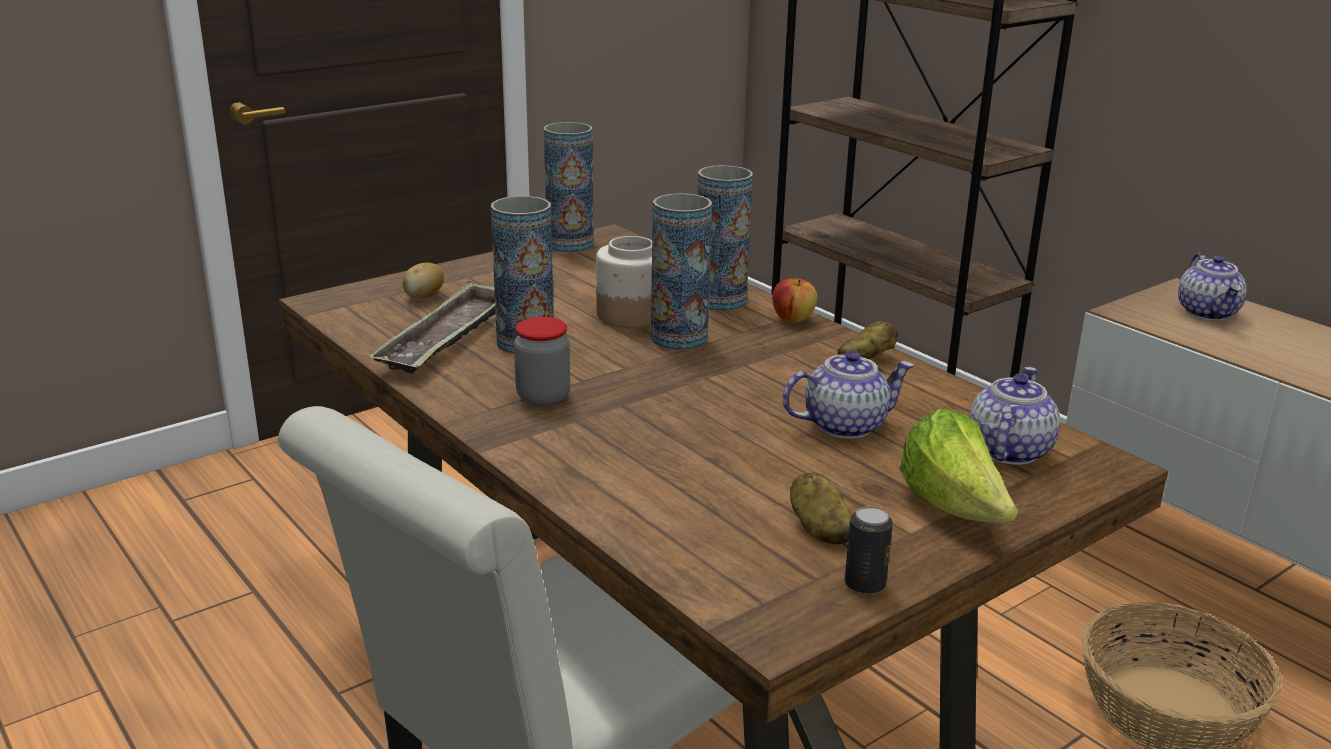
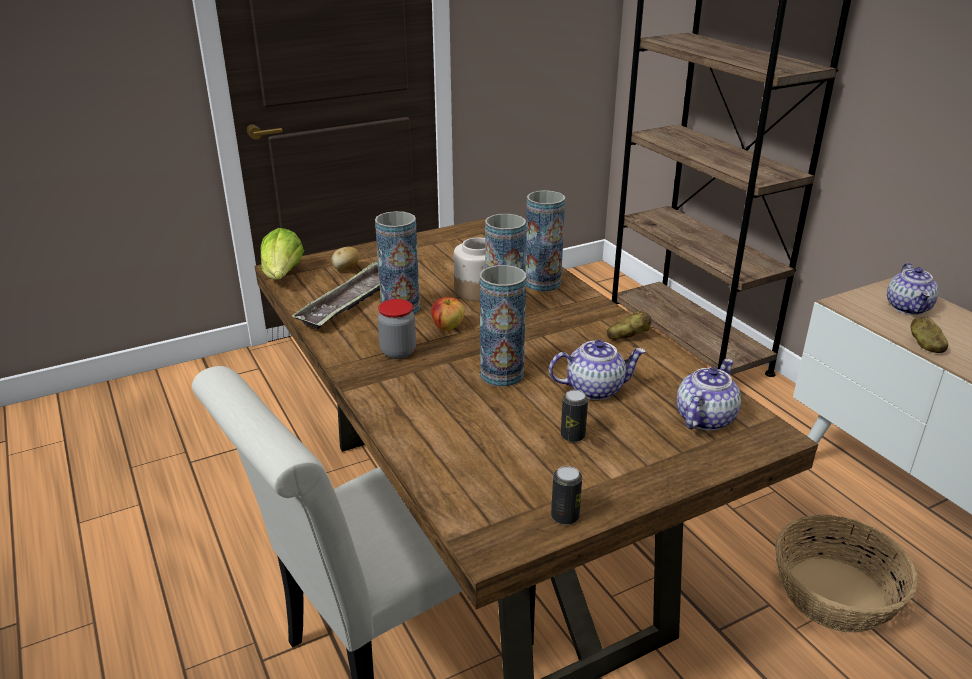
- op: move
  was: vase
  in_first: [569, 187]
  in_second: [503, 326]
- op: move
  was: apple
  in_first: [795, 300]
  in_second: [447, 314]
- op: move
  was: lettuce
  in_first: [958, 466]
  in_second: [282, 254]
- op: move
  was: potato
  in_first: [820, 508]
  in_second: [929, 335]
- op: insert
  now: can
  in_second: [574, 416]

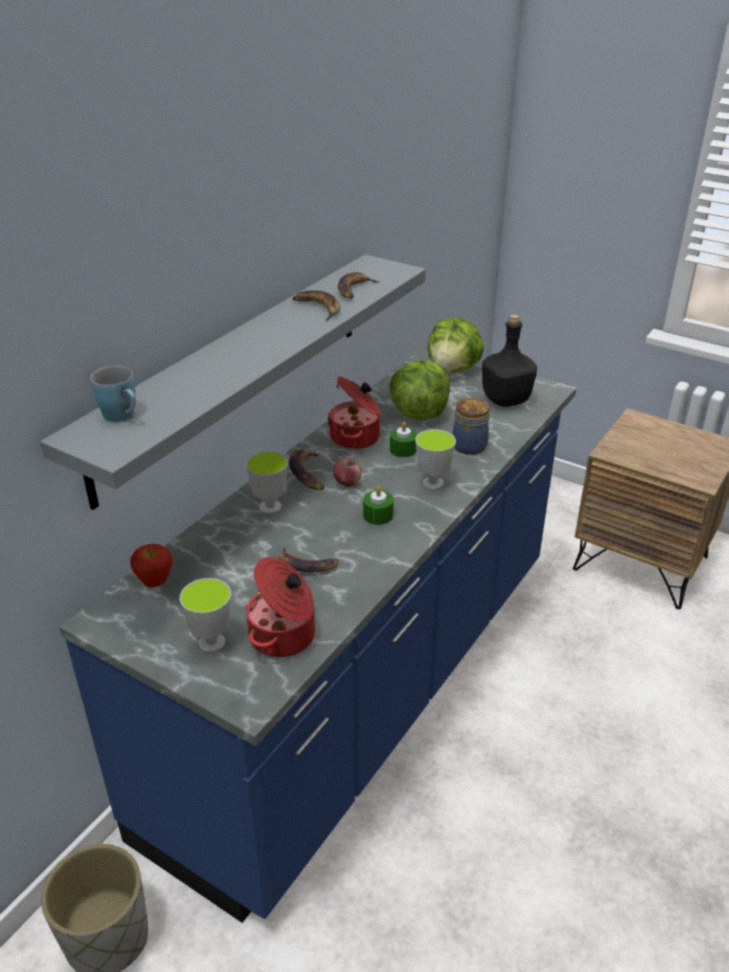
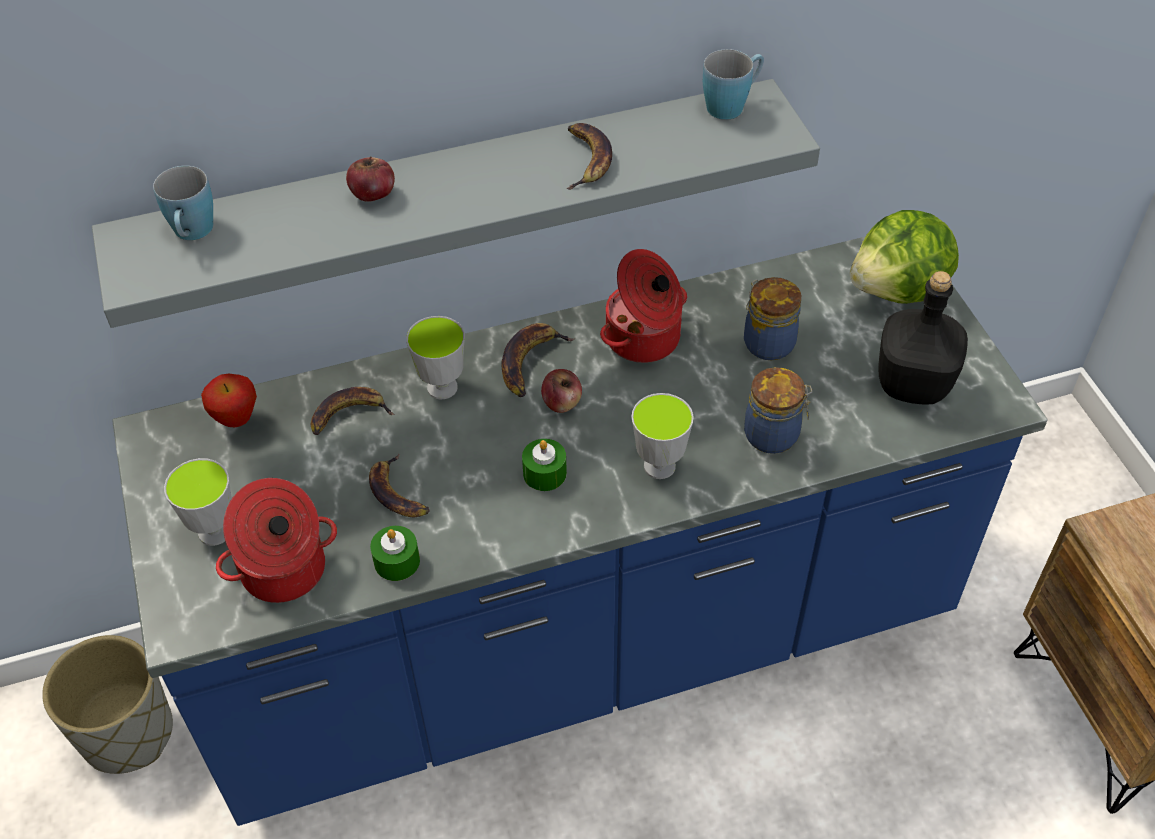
- op: move
  was: banana
  in_first: [358, 285]
  in_second: [352, 411]
- op: replace
  was: lettuce
  now: jar
  in_first: [419, 390]
  in_second: [772, 318]
- op: move
  was: green_candle
  in_first: [403, 439]
  in_second: [395, 553]
- op: insert
  now: blue_mug
  in_second: [733, 84]
- op: insert
  now: apple
  in_second: [370, 179]

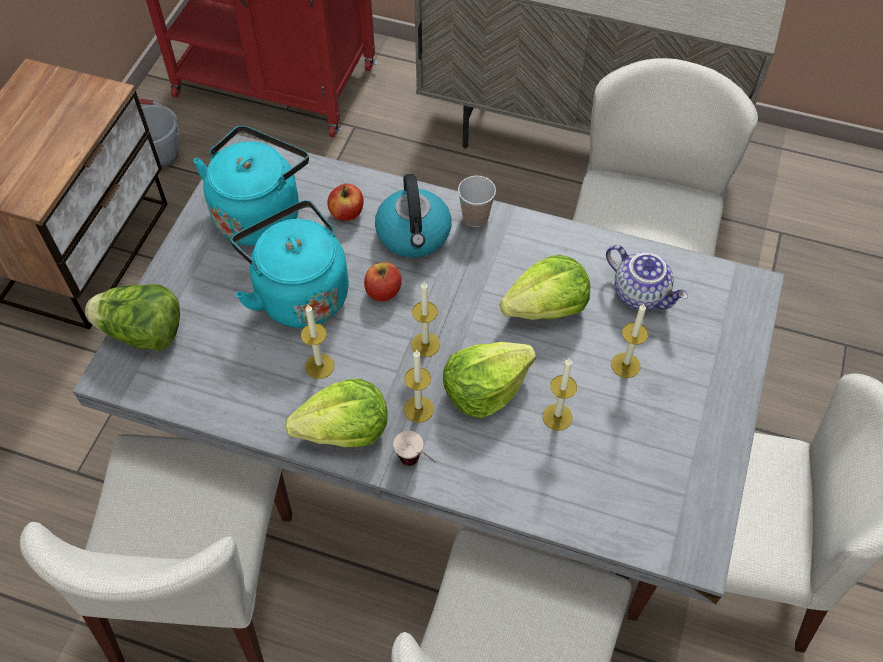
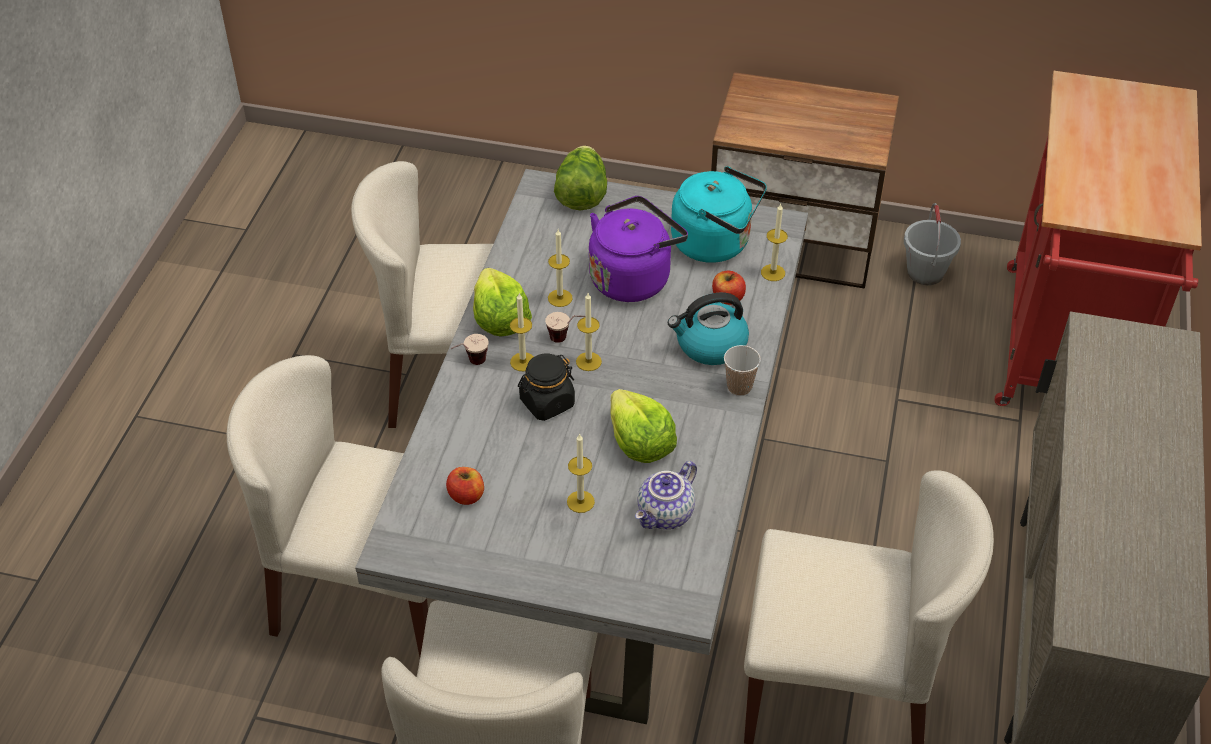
- op: recolor
  was: turquoise_kettle
  now: purple_kettle
  in_first: [290, 264]
  in_second: [638, 249]
- op: move
  was: apple
  in_first: [383, 282]
  in_second: [465, 486]
- op: replace
  was: lettuce
  now: black_jar
  in_first: [489, 380]
  in_second: [546, 387]
- op: move
  was: candle
  in_first: [559, 394]
  in_second: [774, 242]
- op: insert
  now: cup
  in_second: [565, 327]

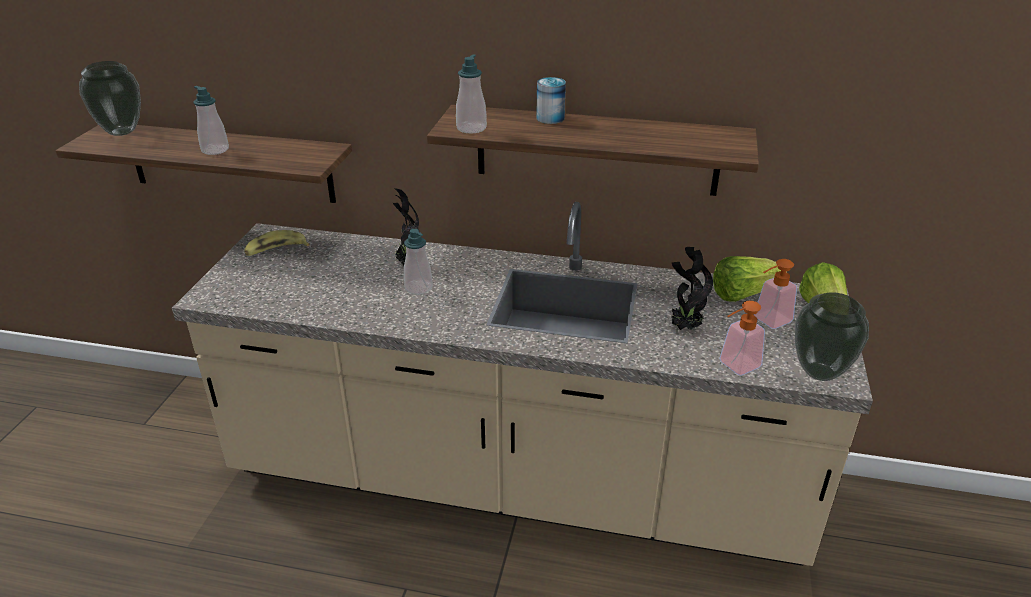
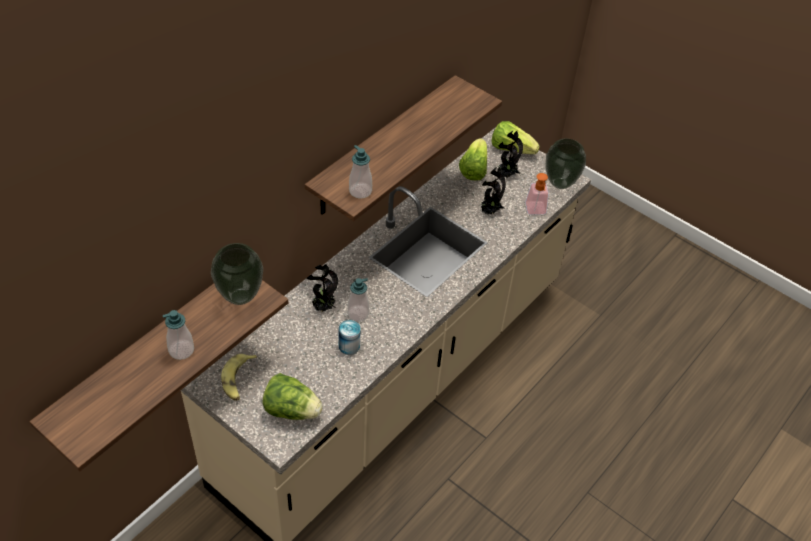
- op: move
  was: vase
  in_first: [110, 98]
  in_second: [237, 274]
- op: move
  was: can
  in_first: [551, 100]
  in_second: [349, 337]
- op: replace
  was: soap_dispenser
  now: potted_plant
  in_first: [775, 294]
  in_second: [510, 153]
- op: insert
  now: lettuce
  in_second: [292, 396]

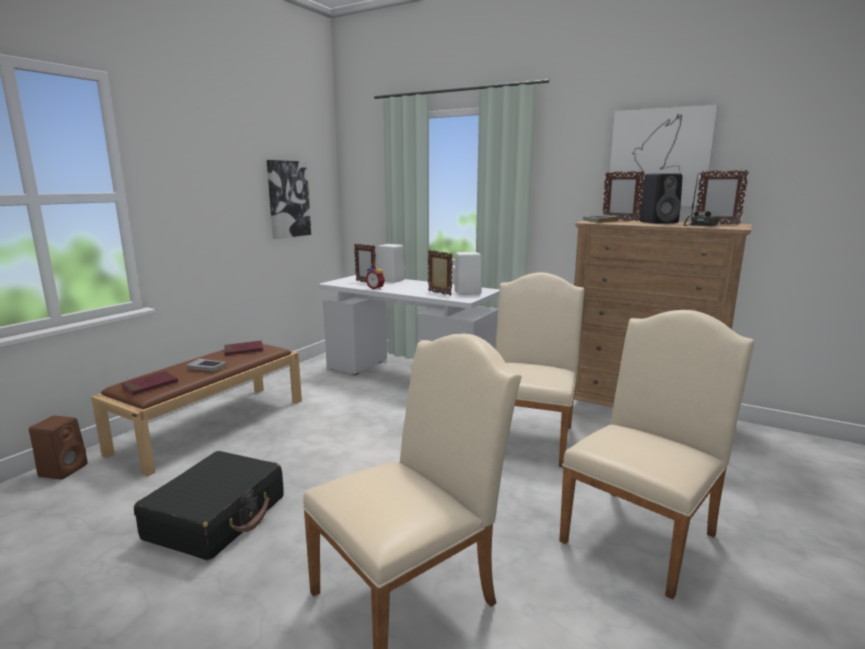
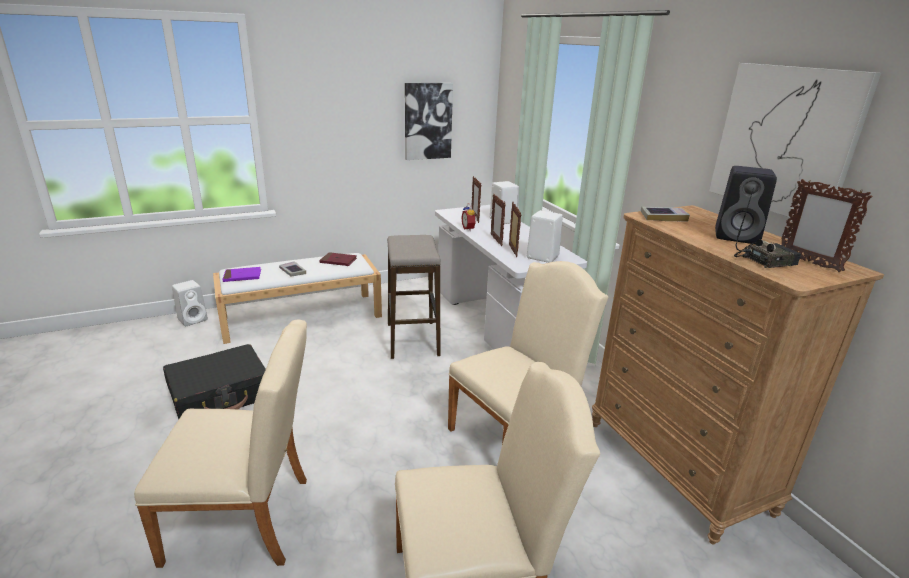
- op: move
  was: picture_frame
  in_first: [624, 196]
  in_second: [498, 220]
- op: recolor
  was: brown_bench
  now: white_bench
  in_first: [196, 410]
  in_second: [297, 298]
- op: recolor
  was: red_book
  now: purple_book
  in_first: [149, 383]
  in_second: [241, 274]
- op: recolor
  was: brown_speaker
  now: white_speaker
  in_first: [58, 448]
  in_second: [190, 303]
- op: insert
  now: stool
  in_second: [414, 297]

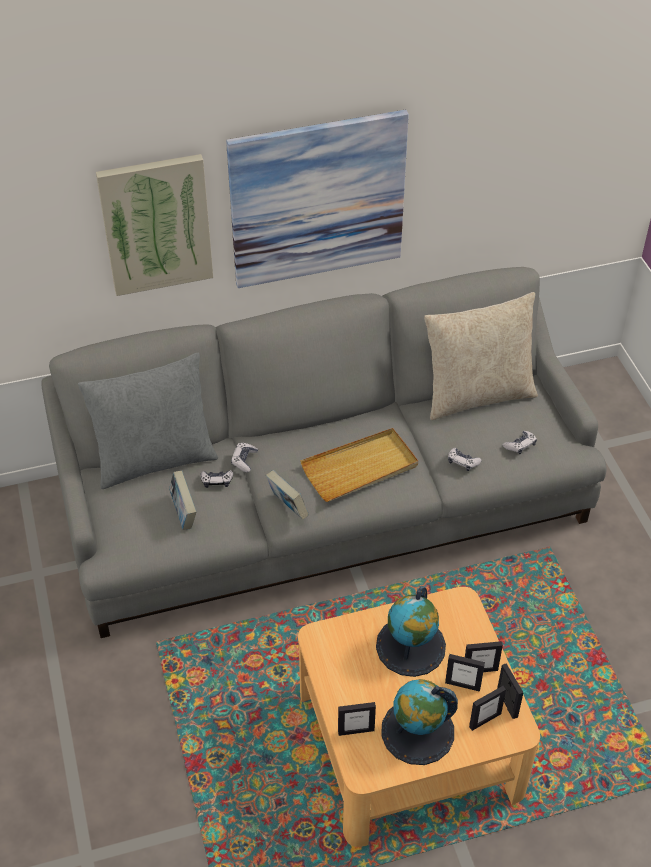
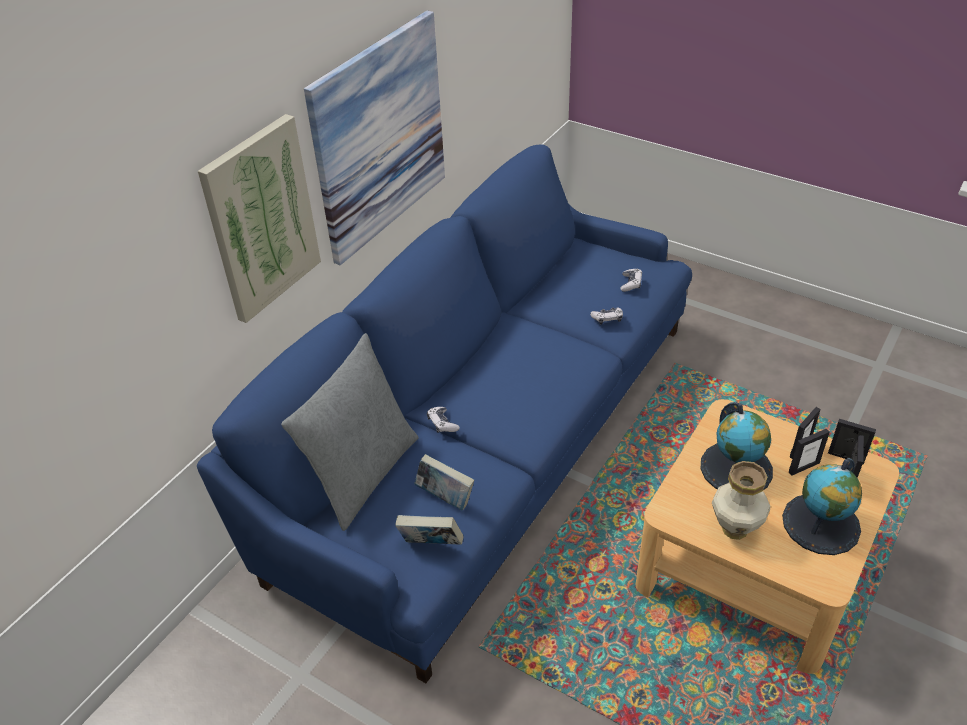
- op: recolor
  was: grey_sofa
  now: blue_sofa
  in_first: [323, 452]
  in_second: [444, 414]
- op: delete
  was: beige_pillow
  in_first: [481, 356]
- op: delete
  was: beige_tray
  in_first: [359, 465]
- op: delete
  was: game_controller
  in_first: [216, 479]
- op: move
  was: book
  in_first: [287, 495]
  in_second: [429, 530]
- op: delete
  was: picture_frame
  in_first: [357, 719]
- op: insert
  now: vase
  in_second: [741, 500]

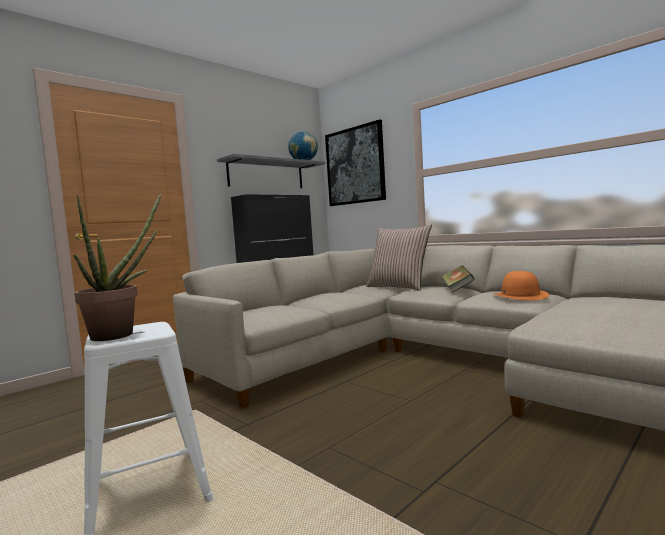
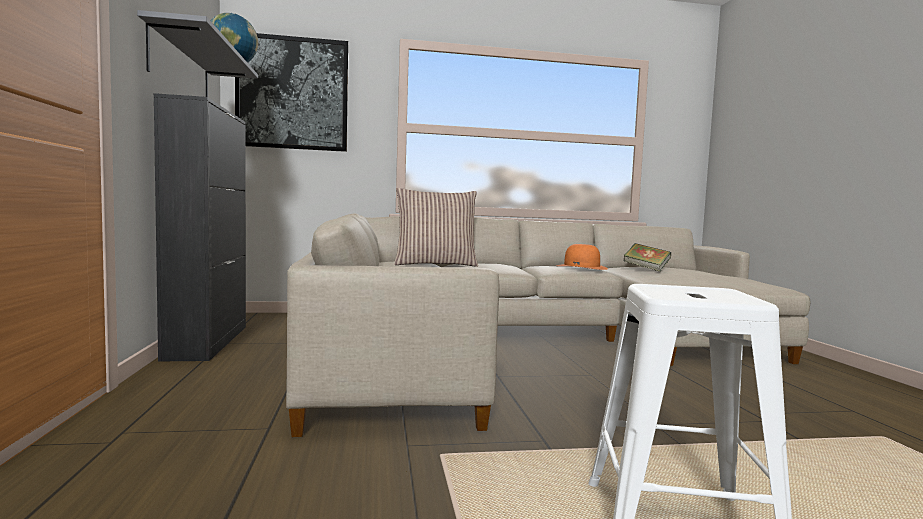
- op: delete
  was: potted_plant
  in_first: [117, 267]
- op: move
  was: book
  in_first: [458, 278]
  in_second: [647, 257]

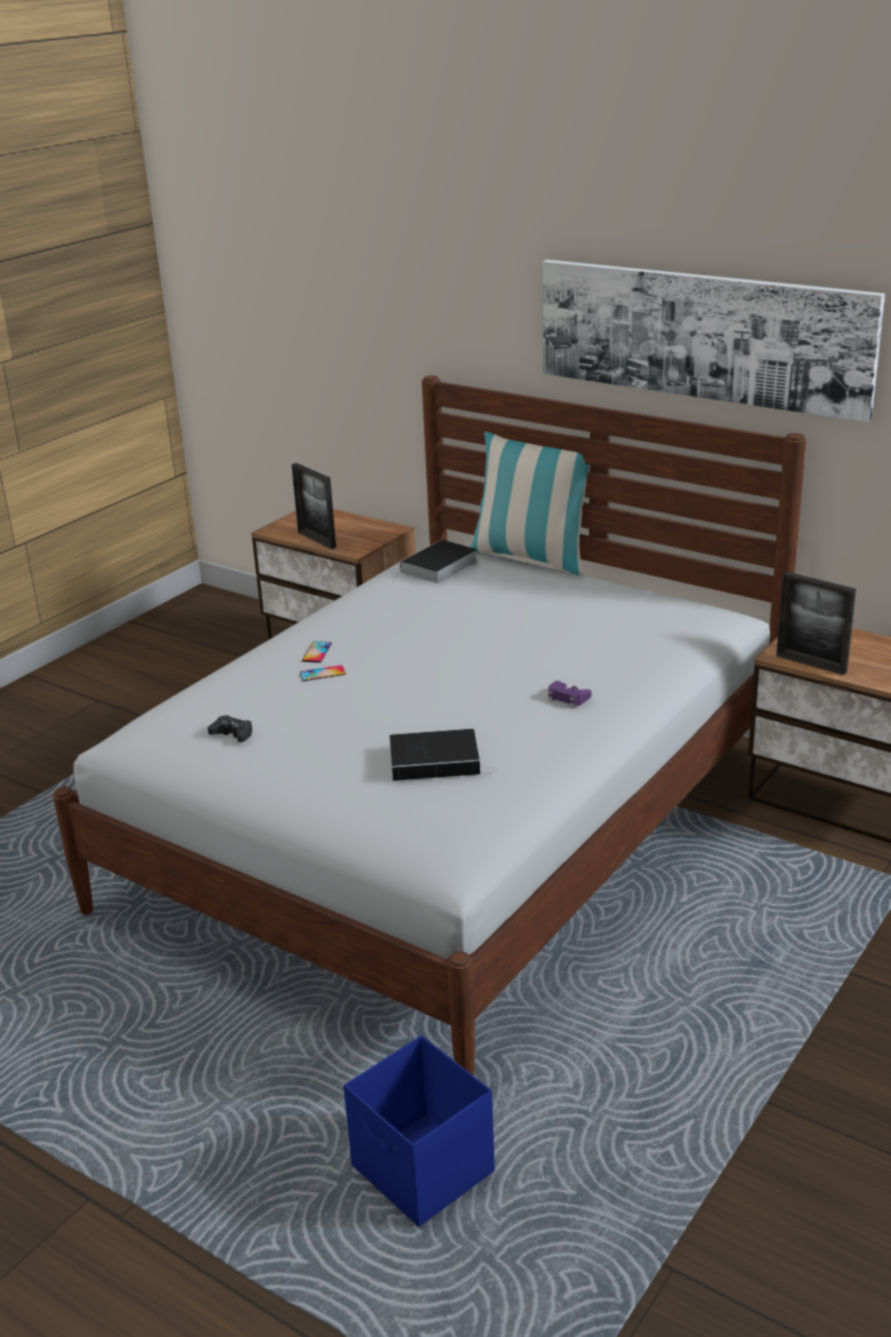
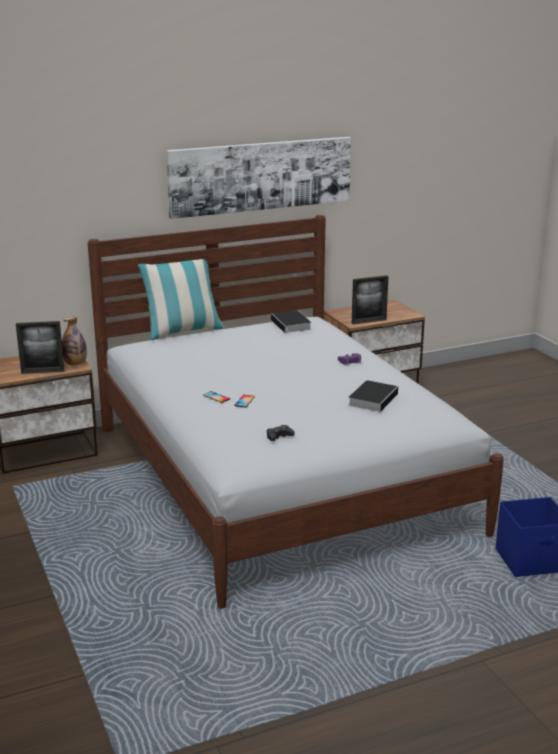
- op: move
  was: book
  in_first: [436, 561]
  in_second: [291, 321]
- op: insert
  now: bottle
  in_second: [74, 341]

